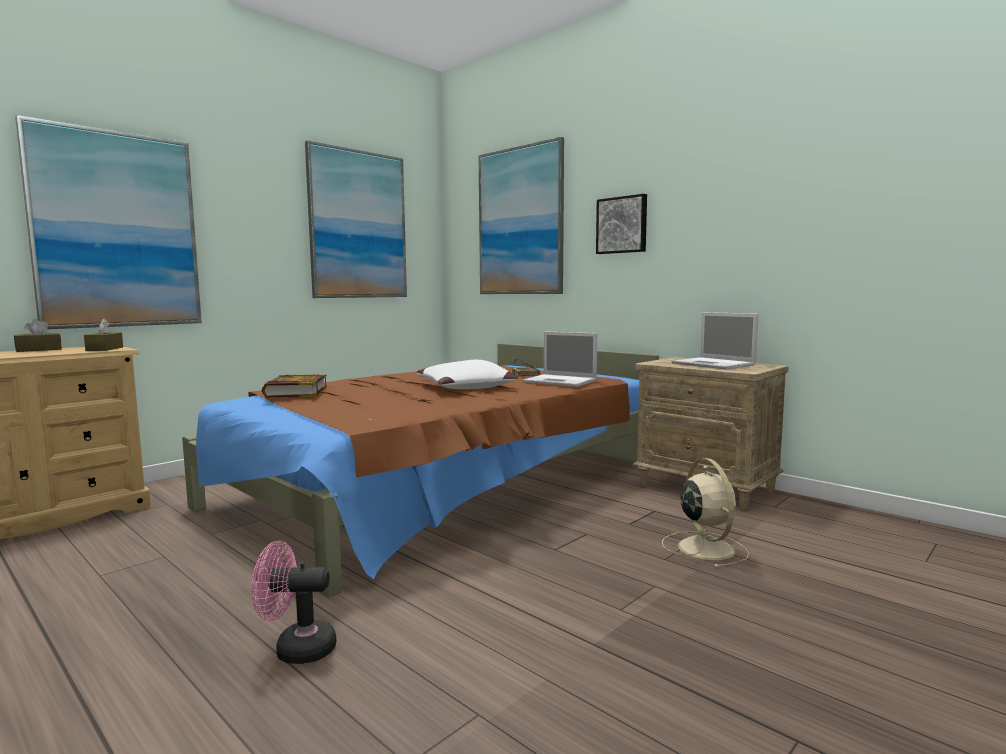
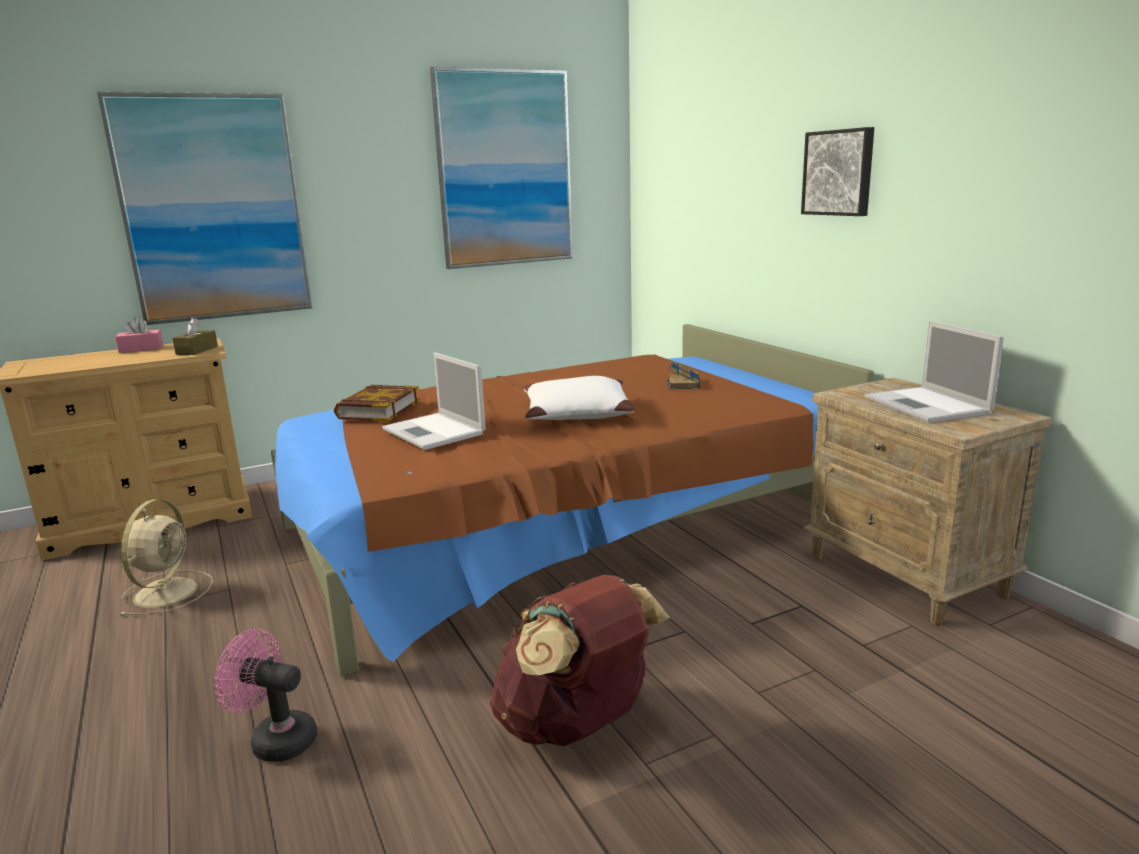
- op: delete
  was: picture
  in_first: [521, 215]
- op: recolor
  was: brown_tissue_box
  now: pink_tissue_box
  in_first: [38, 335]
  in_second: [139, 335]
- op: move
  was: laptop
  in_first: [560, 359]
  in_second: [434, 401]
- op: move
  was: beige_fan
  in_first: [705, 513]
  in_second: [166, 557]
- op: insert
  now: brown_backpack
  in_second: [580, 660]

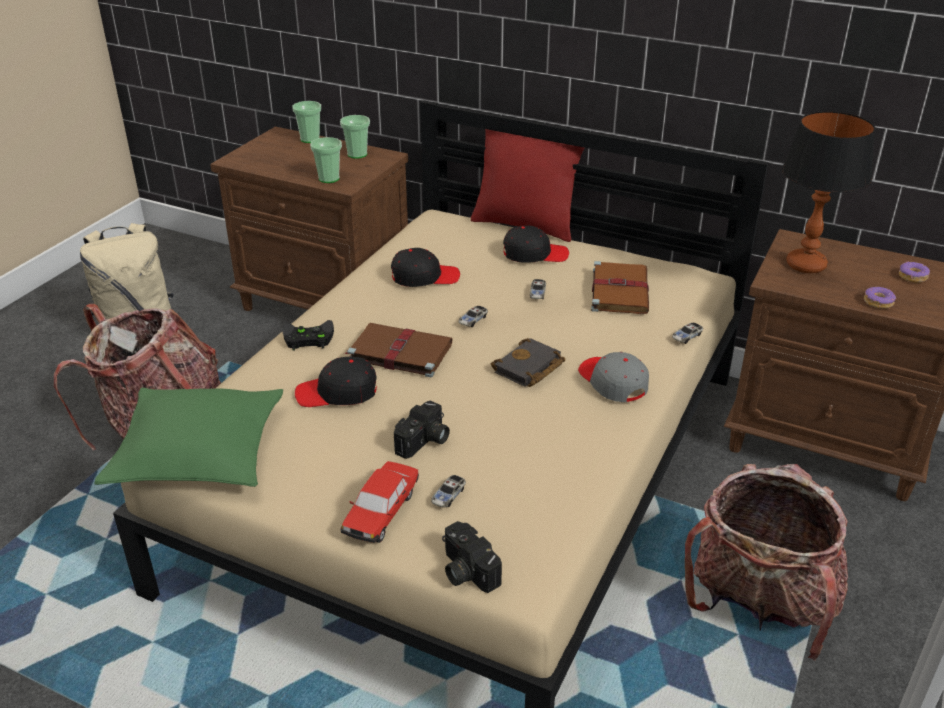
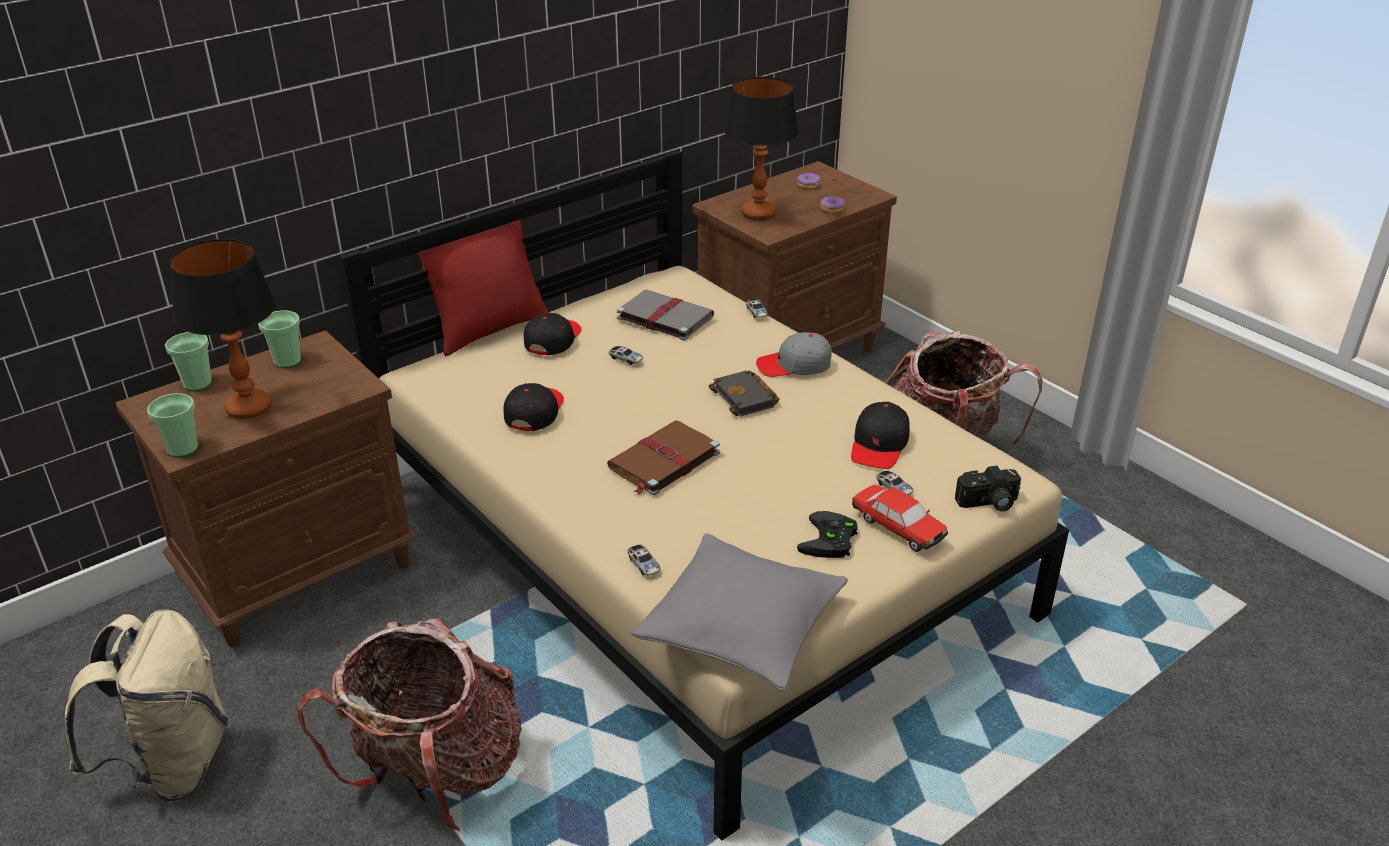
- op: move
  was: cup
  in_first: [326, 160]
  in_second: [172, 425]
- op: recolor
  was: brown_book
  now: grey_book
  in_first: [620, 287]
  in_second: [665, 315]
- op: move
  was: toy_car
  in_first: [473, 316]
  in_second: [643, 560]
- op: move
  was: black_game_controller
  in_first: [308, 335]
  in_second: [827, 534]
- op: move
  was: black_cap
  in_first: [336, 382]
  in_second: [880, 435]
- op: recolor
  was: green_pillow
  now: grey_pillow
  in_first: [188, 437]
  in_second: [739, 612]
- op: delete
  was: photo_camera
  in_first: [422, 430]
- op: insert
  now: table_lamp
  in_second: [222, 329]

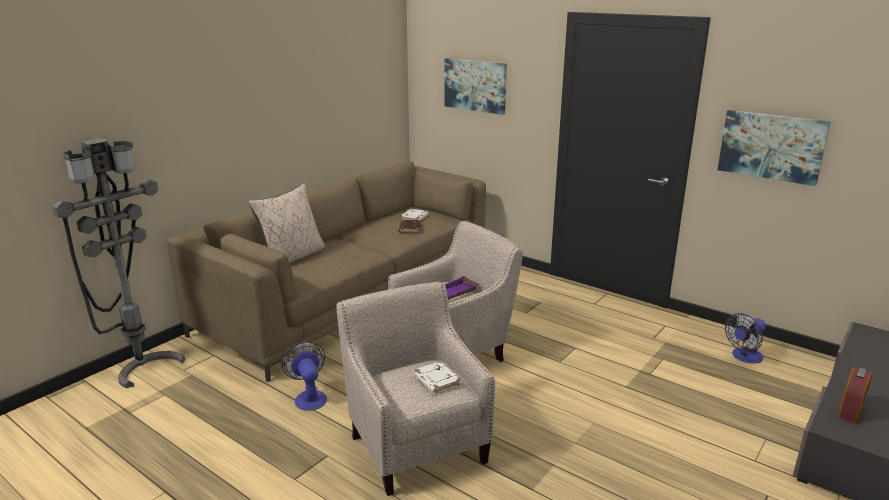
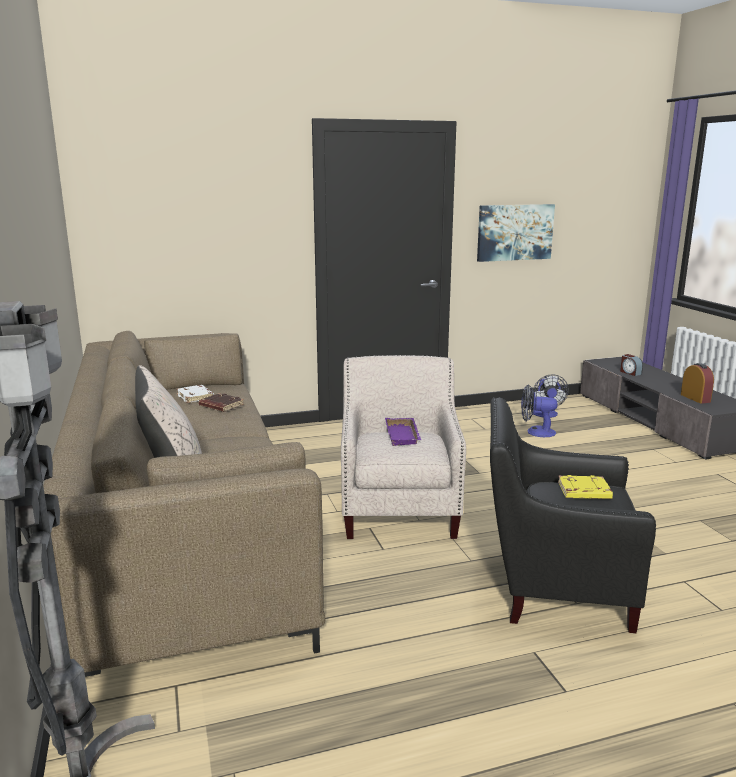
- op: delete
  was: picture
  in_first: [475, 86]
- op: recolor
  was: beige_armchair
  now: black_armchair
  in_first: [415, 388]
  in_second: [573, 515]
- op: move
  was: fan
  in_first: [304, 376]
  in_second: [539, 410]
- op: recolor
  was: white_book
  now: yellow_book
  in_first: [436, 377]
  in_second: [585, 487]
- op: insert
  now: alarm_clock
  in_second: [631, 365]

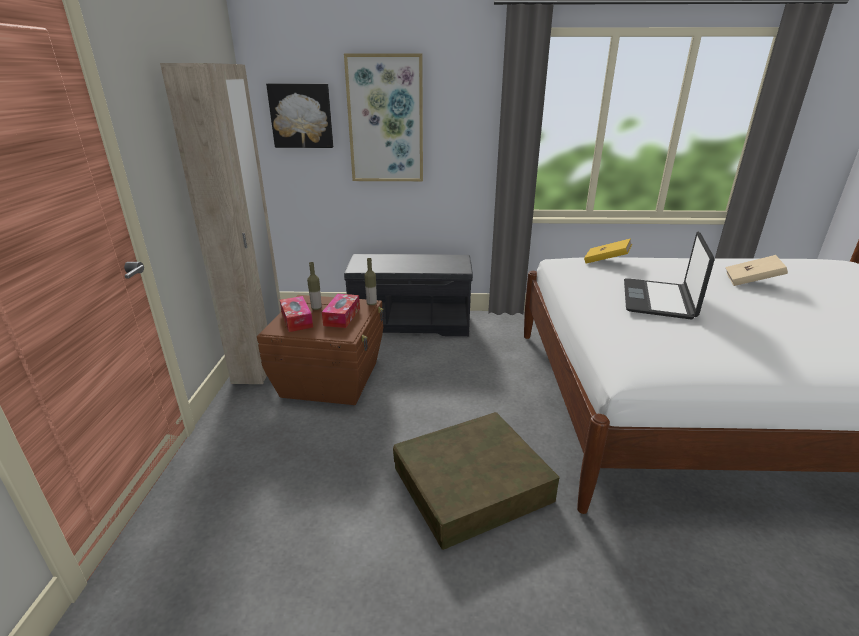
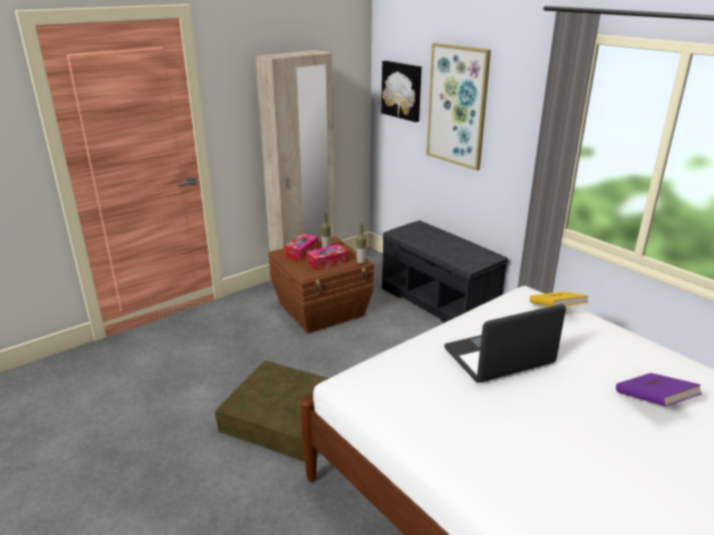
- op: recolor
  was: beige_book
  now: purple_book
  in_first: [756, 270]
  in_second: [659, 389]

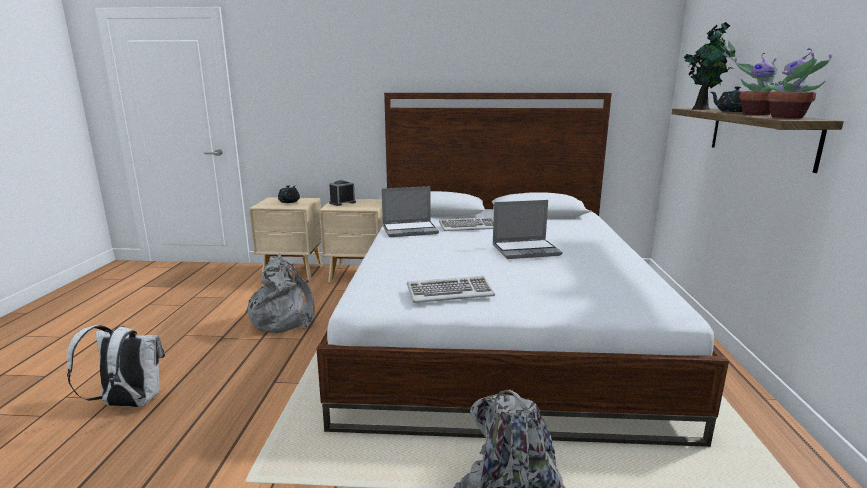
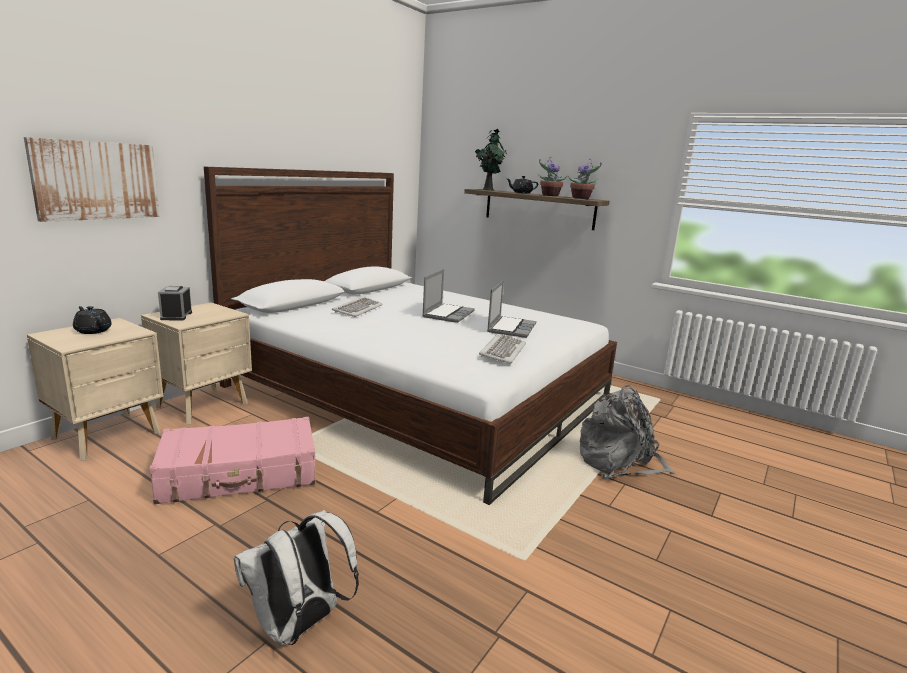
- op: move
  was: laptop
  in_first: [410, 211]
  in_second: [511, 309]
- op: replace
  was: grey_backpack
  now: pink_suitcase
  in_first: [280, 293]
  in_second: [232, 460]
- op: insert
  now: picture
  in_second: [92, 179]

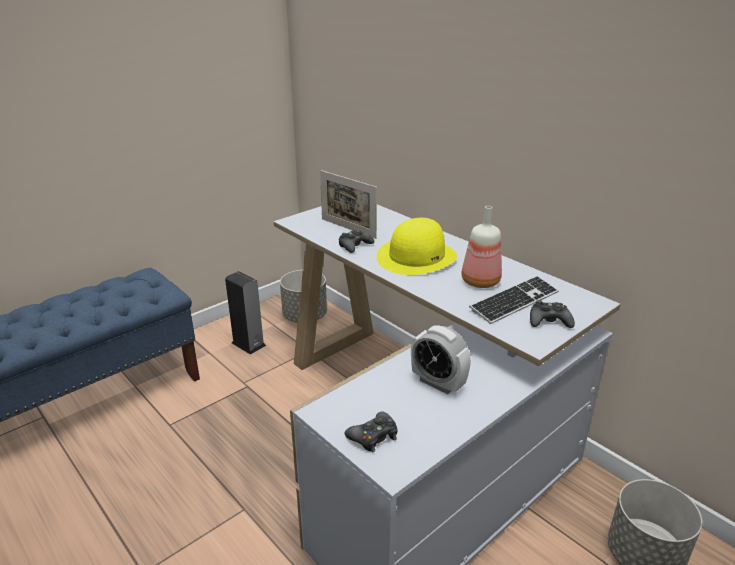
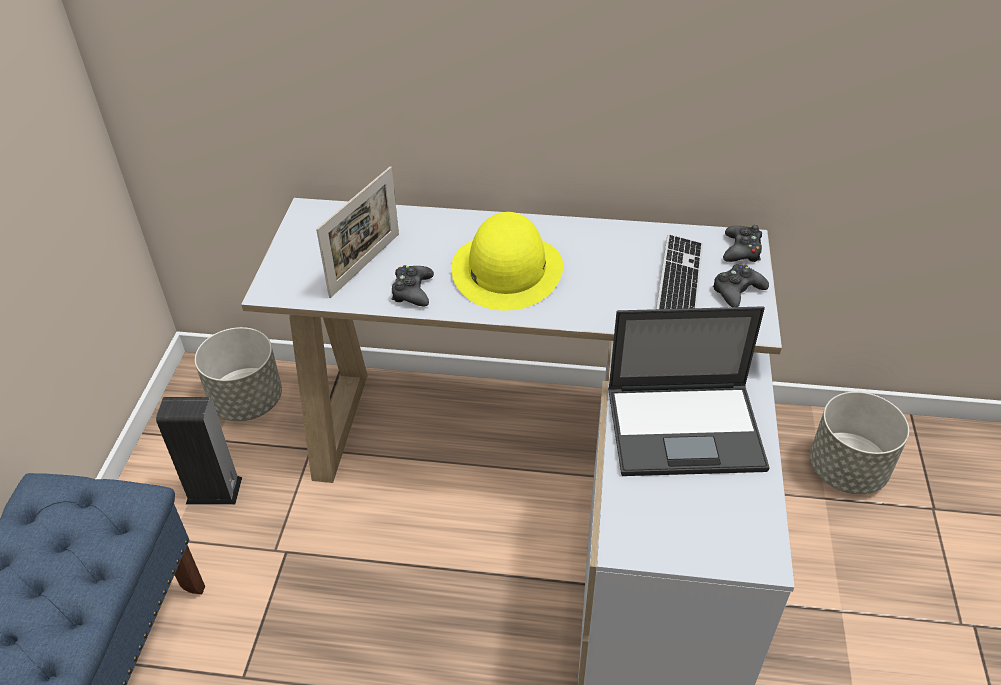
- op: rotate
  was: picture_frame
  in_first: [348, 204]
  in_second: [357, 232]
  clockwise: -60
- op: delete
  was: bottle
  in_first: [482, 247]
- op: replace
  was: alarm_clock
  now: laptop
  in_first: [441, 360]
  in_second: [689, 391]
- op: move
  was: black_game_controller
  in_first: [371, 431]
  in_second: [742, 243]

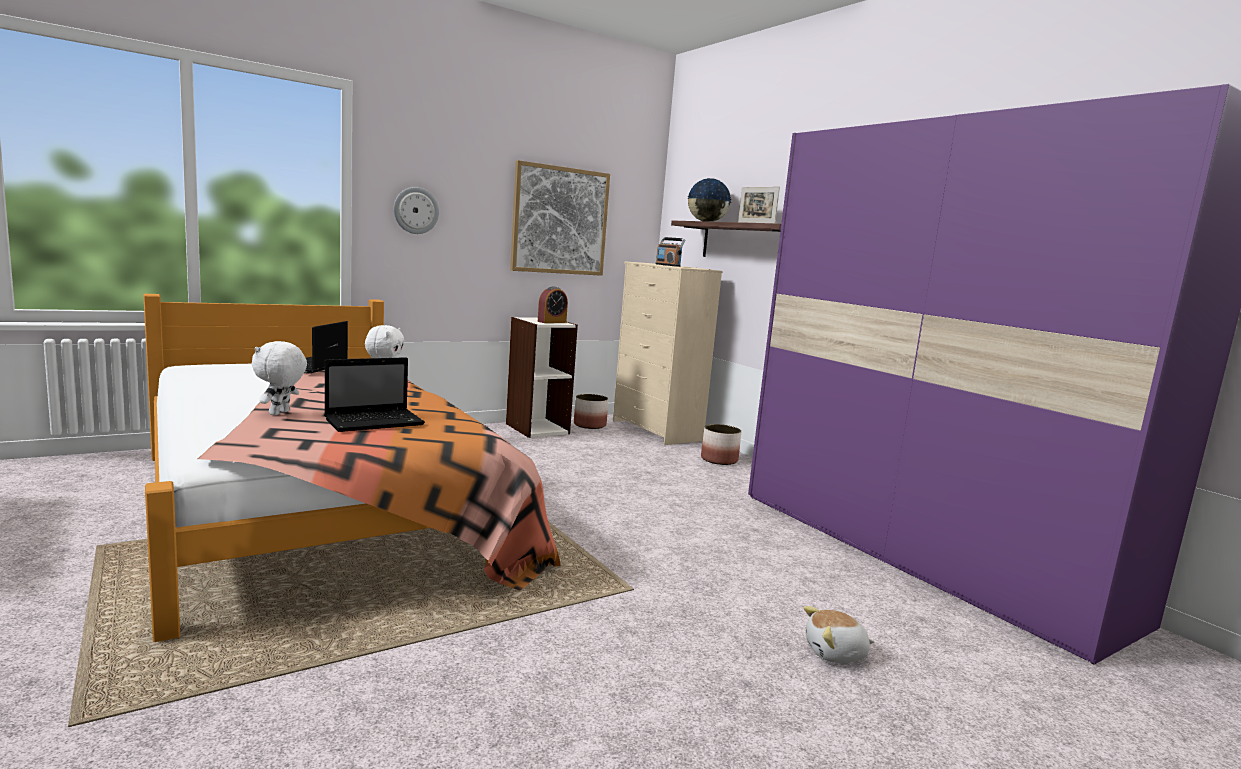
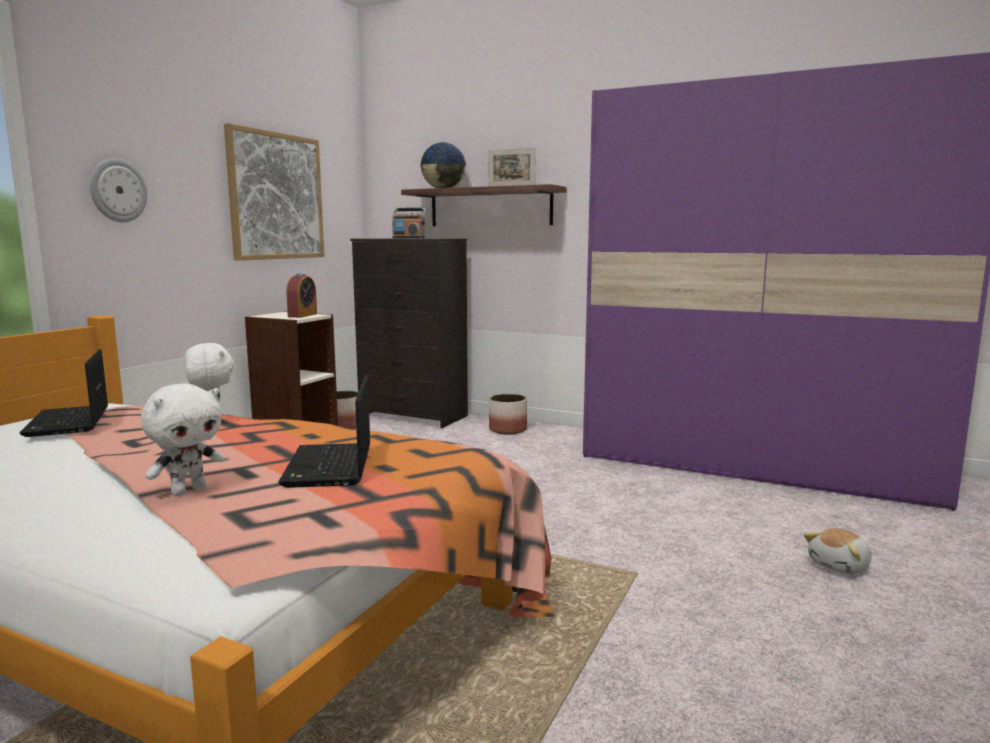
- op: recolor
  was: beige_dresser
  now: black_dresser
  in_first: [667, 353]
  in_second: [409, 333]
- op: rotate
  was: white_plush_toy
  in_first: [279, 378]
  in_second: [183, 439]
  clockwise: -120
- op: rotate
  was: laptop
  in_first: [375, 394]
  in_second: [324, 432]
  clockwise: 150

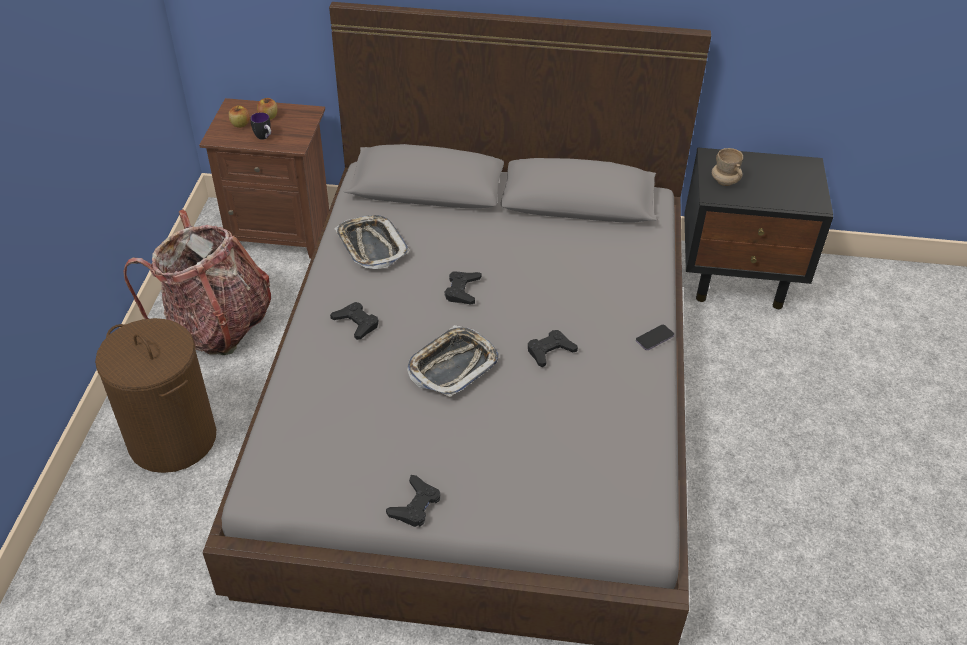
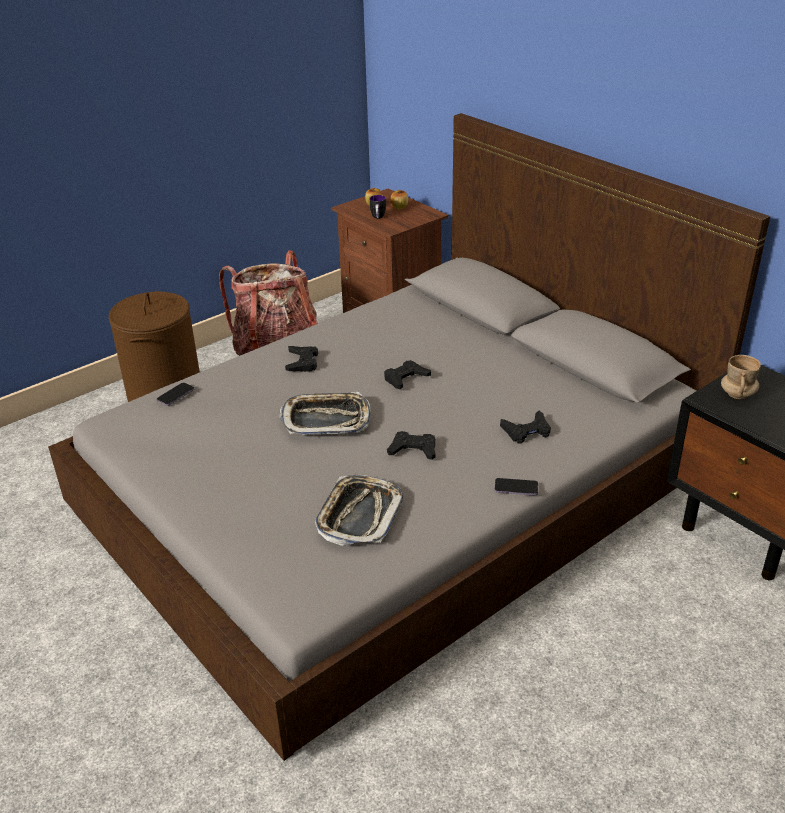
- op: move
  was: tray
  in_first: [372, 242]
  in_second: [359, 510]
- op: move
  was: black_game_controller
  in_first: [413, 501]
  in_second: [525, 427]
- op: insert
  now: phone
  in_second: [175, 394]

